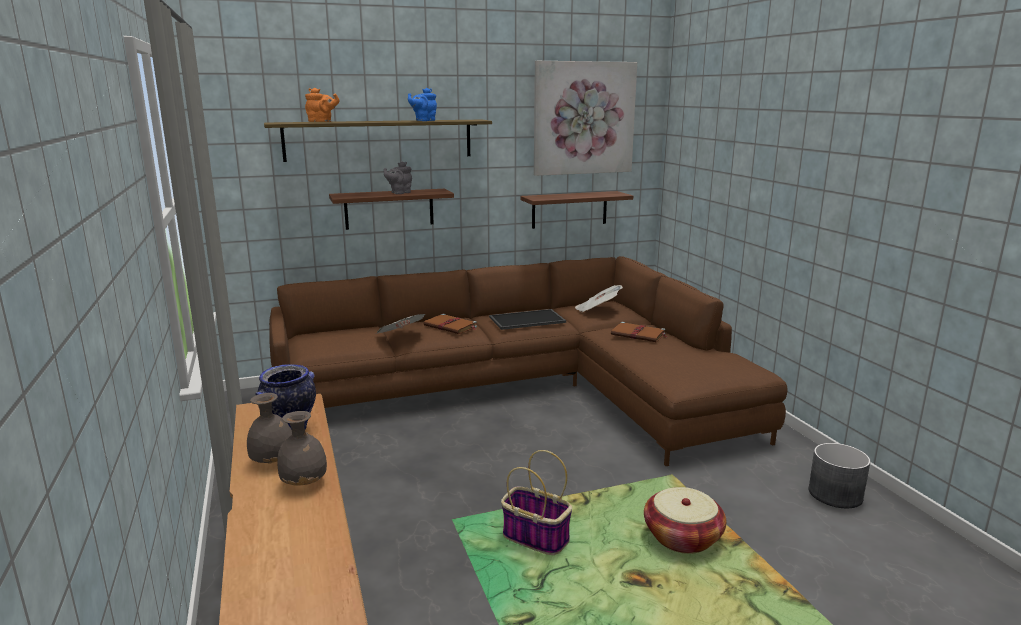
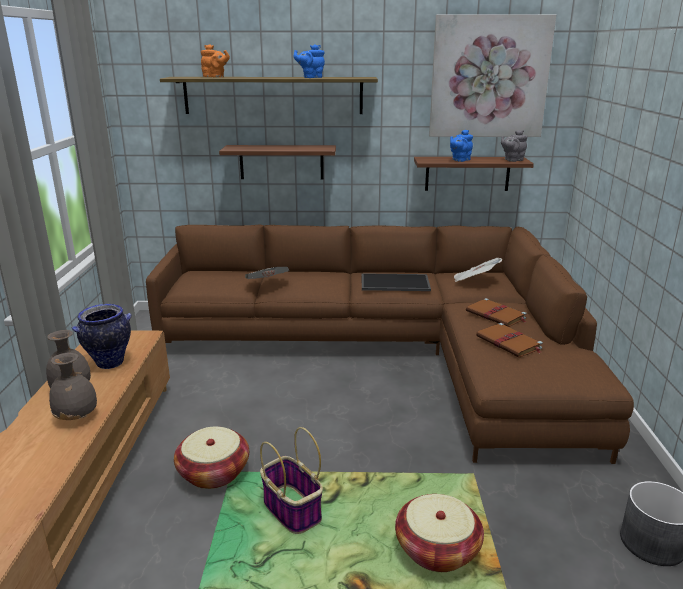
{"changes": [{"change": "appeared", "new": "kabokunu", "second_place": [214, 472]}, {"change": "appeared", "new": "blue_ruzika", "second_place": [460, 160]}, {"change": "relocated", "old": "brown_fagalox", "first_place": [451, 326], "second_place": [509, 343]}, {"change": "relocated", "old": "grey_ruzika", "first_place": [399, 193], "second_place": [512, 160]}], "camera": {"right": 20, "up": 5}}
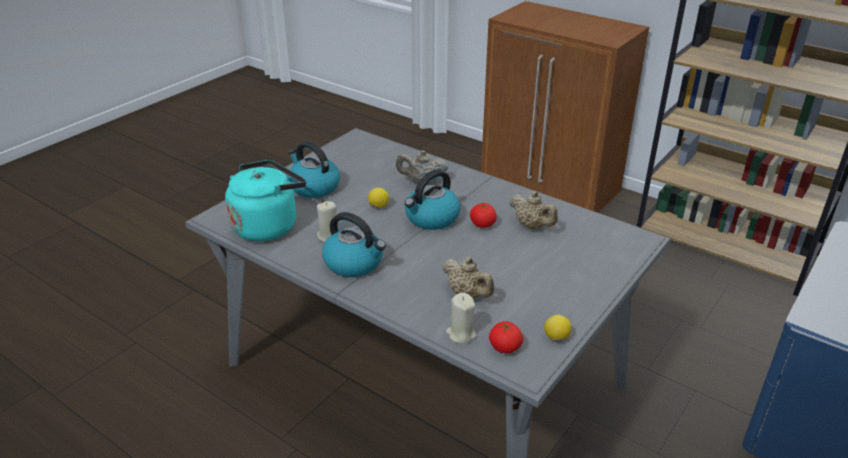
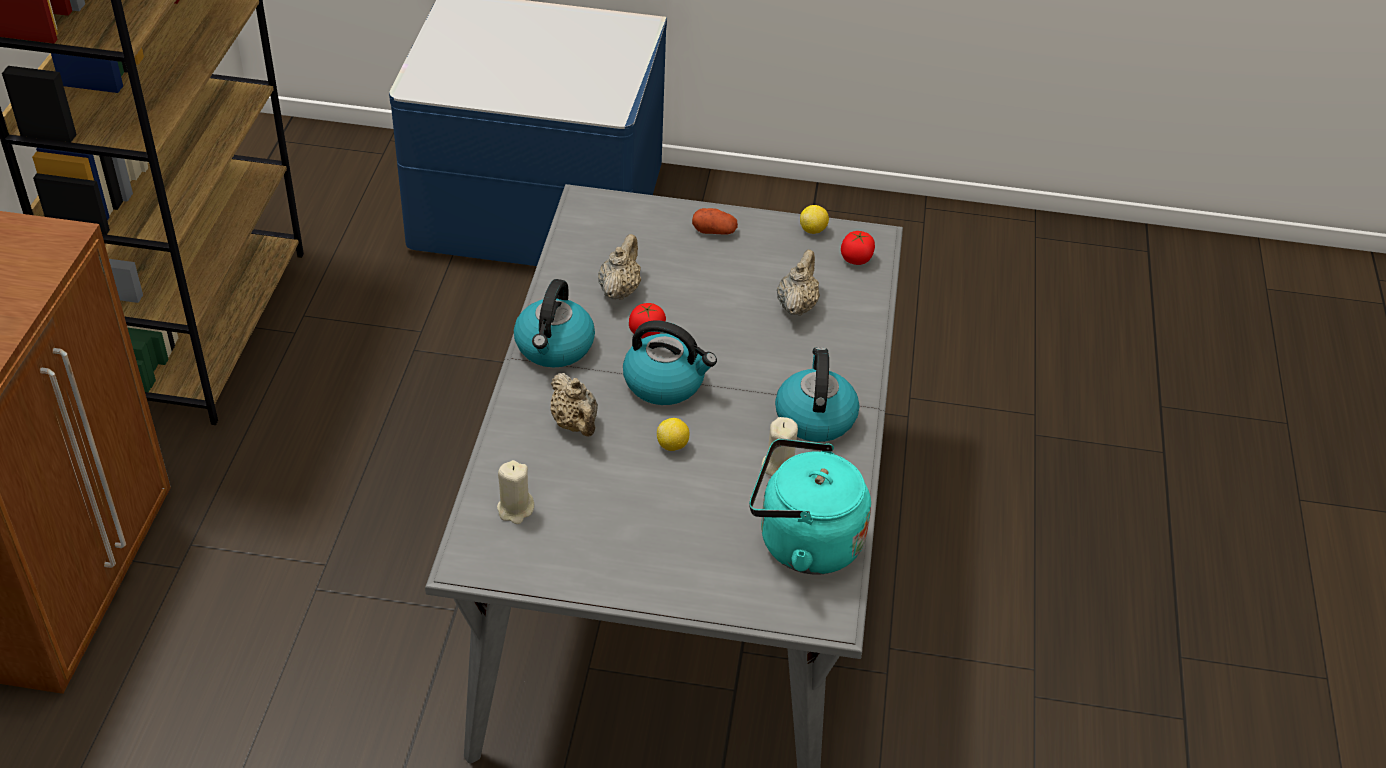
{"changes": [{"change": "relocated", "old": "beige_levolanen", "first_place": [461, 334], "second_place": [515, 509]}, {"change": "relocated", "old": "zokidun", "first_place": [313, 187], "second_place": [554, 347]}, {"change": "appeared", "new": "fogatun", "second_place": [714, 231]}], "camera": {"right": -120, "up": 10}}
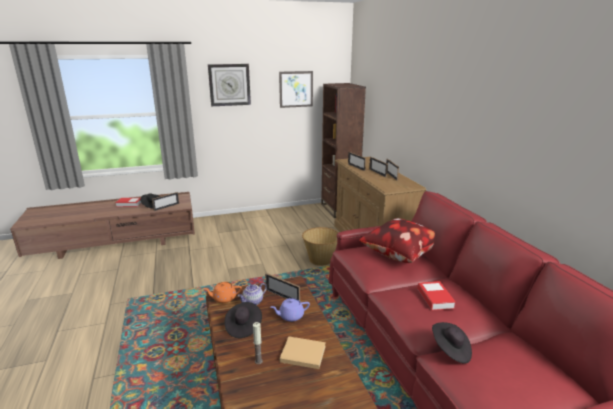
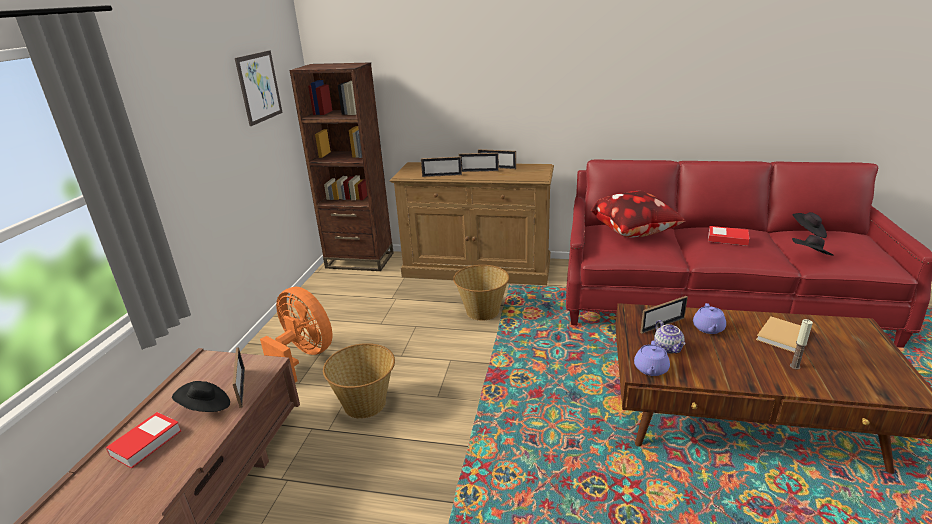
{"changes": [{"change": "appeared", "new": "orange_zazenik", "second_place": [304, 356]}, {"change": "appeared", "new": "kabokunu", "second_place": [365, 403]}, {"change": "colour", "old": "orange_ruzika", "new": "purple_ruzika", "first_place": [224, 298], "second_place": [650, 369]}, {"change": "relocated", "old": "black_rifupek", "first_place": [243, 327], "second_place": [808, 233]}, {"change": "missing", "old": "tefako", "first_place": [229, 85]}], "camera": {"right": -60, "up": 5}}
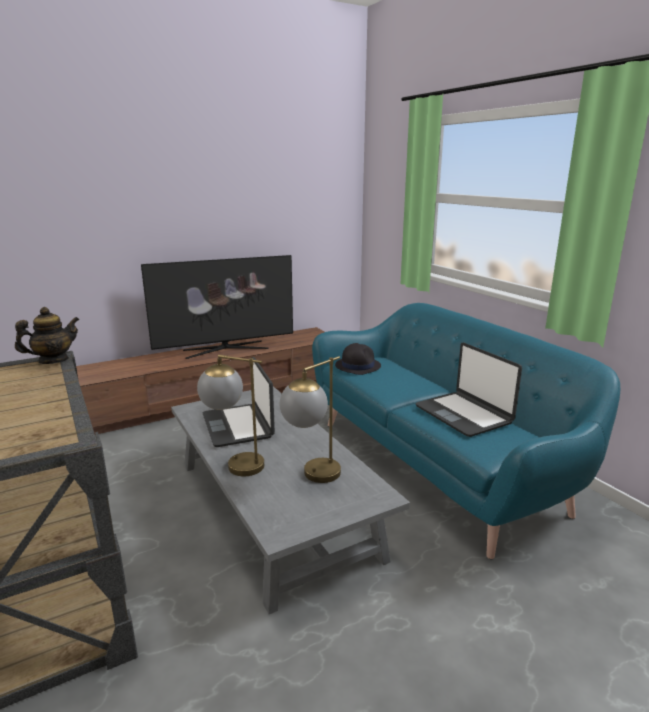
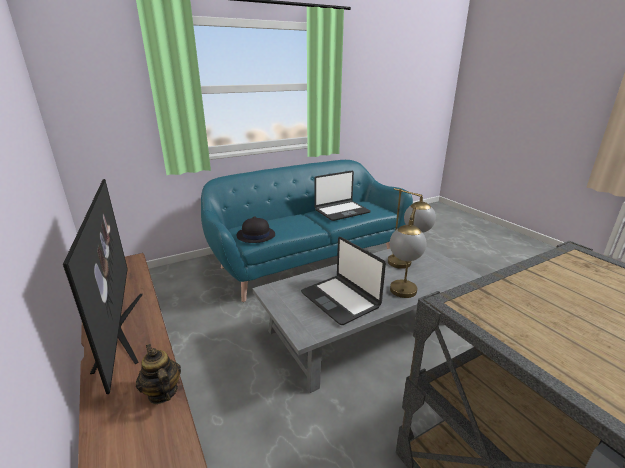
{"changes": [{"change": "relocated", "old": "ruzika", "first_place": [53, 360], "second_place": [162, 392]}, {"change": "spun", "old": "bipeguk", "first_place": [238, 426], "second_place": [340, 299], "degrees": 75}], "camera": {"right": -90, "up": 5}}
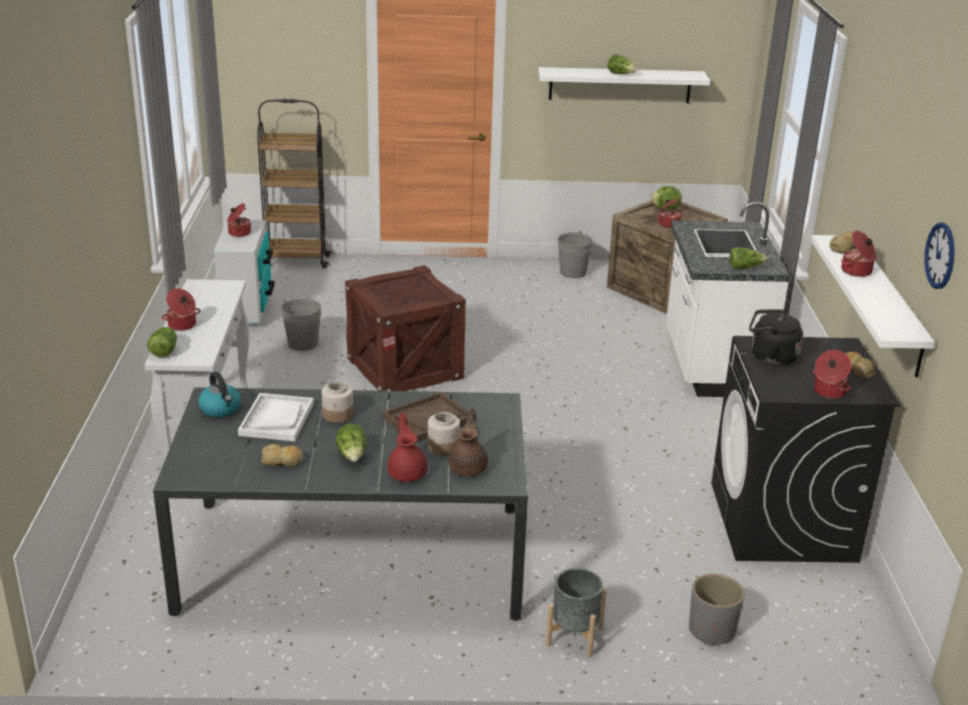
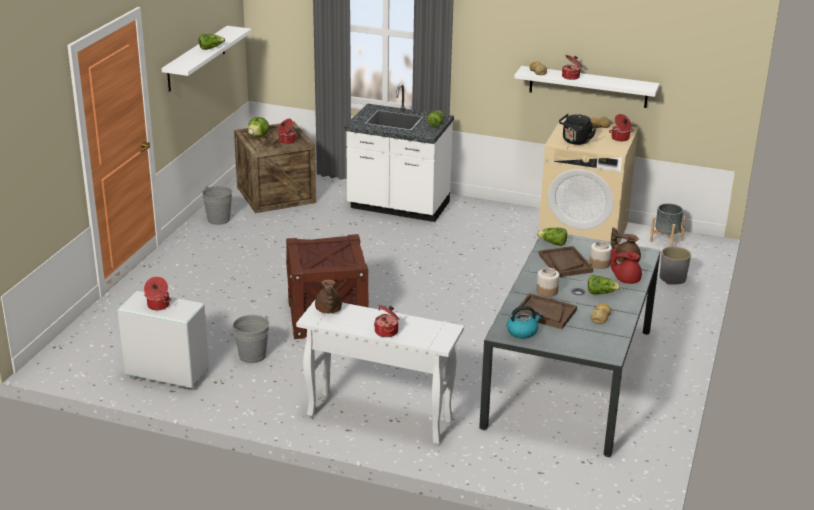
{"changes": [{"change": "appeared", "new": "brown_ruzika", "second_place": [328, 310]}, {"change": "colour", "old": "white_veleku", "new": "brown_veleku", "first_place": [276, 419], "second_place": [545, 313]}, {"change": "relocated", "old": "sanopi", "first_place": [164, 350], "second_place": [552, 243]}, {"change": "colour", "old": "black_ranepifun", "new": "beige_ranepifun", "first_place": [782, 522], "second_place": [583, 234]}, {"change": "relocated", "old": "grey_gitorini", "first_place": [574, 636], "second_place": [666, 240]}, {"change": "missing", "old": "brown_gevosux", "first_place": [297, 261]}, {"change": "missing", "old": "tefako", "first_place": [940, 255]}], "camera": {"right": -70, "up": 0}}
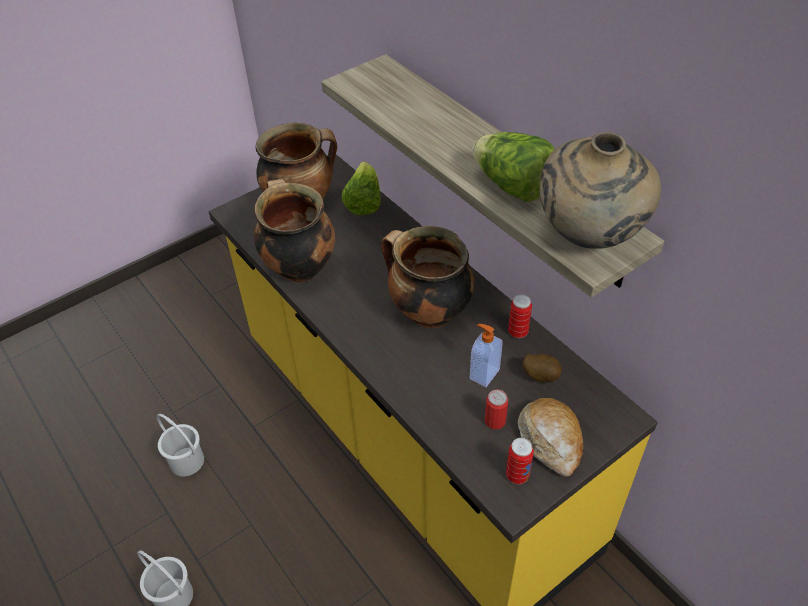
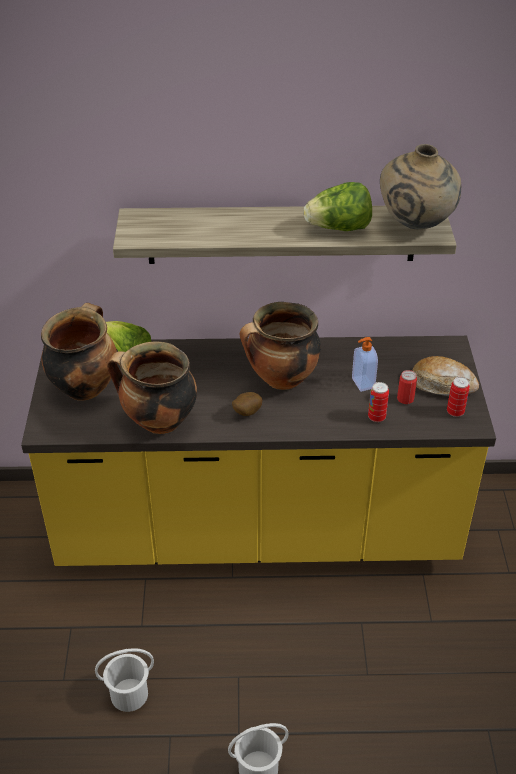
{"changes": [{"change": "relocated", "old": "fogatun", "first_place": [540, 376], "second_place": [246, 412]}, {"change": "relocated", "old": "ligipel", "first_place": [518, 332], "second_place": [376, 417]}], "camera": {"right": -55, "up": -5}}
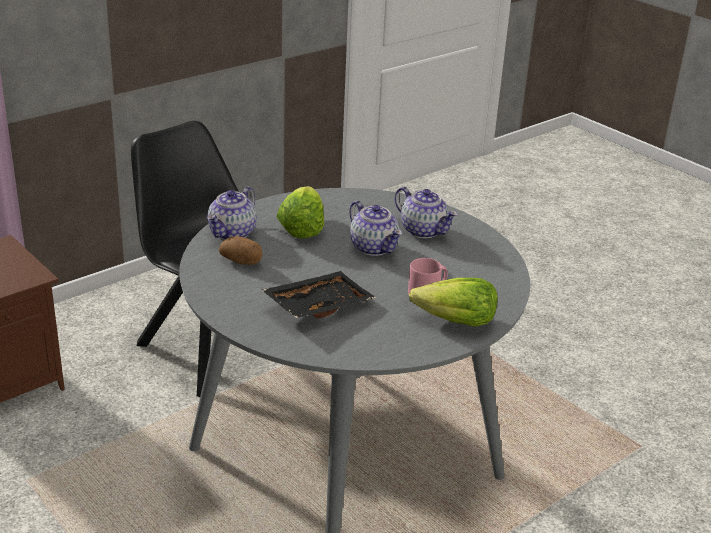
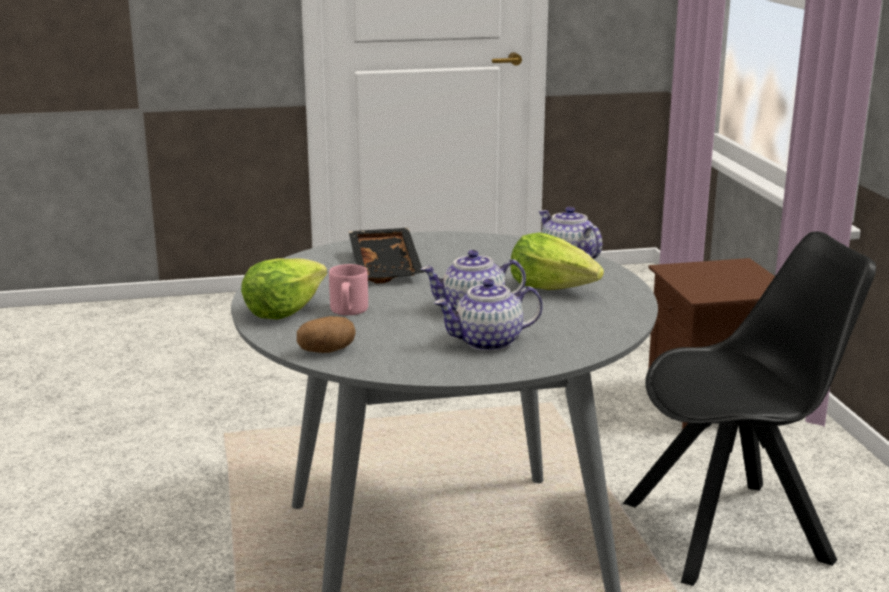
{"changes": [{"change": "relocated", "old": "fogatun", "first_place": [242, 261], "second_place": [327, 350]}], "camera": {"right": 120, "up": -10}}
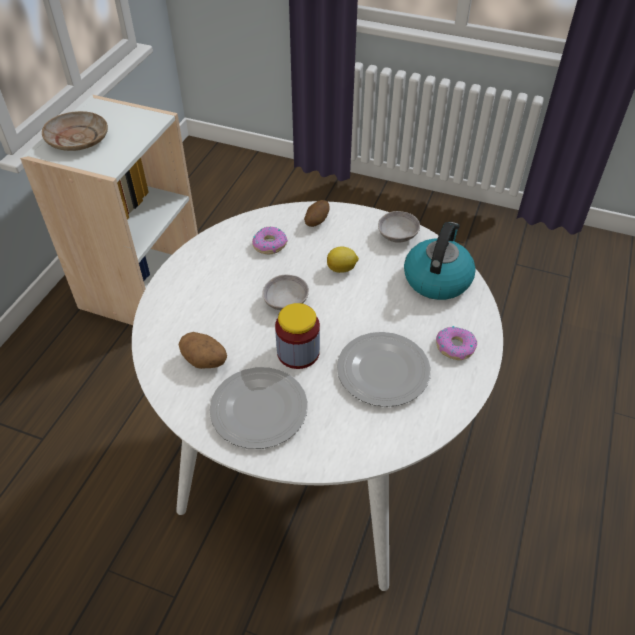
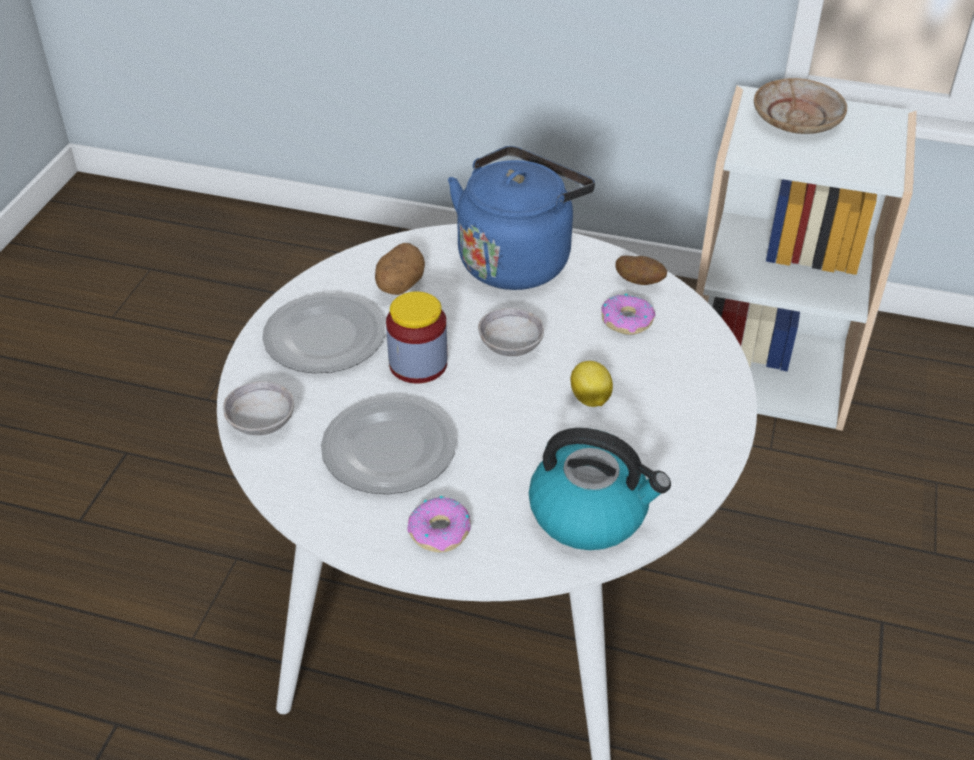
{"changes": [{"change": "relocated", "old": "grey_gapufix", "first_place": [397, 236], "second_place": [261, 422]}, {"change": "appeared", "new": "blue_zokidun", "second_place": [517, 259]}, {"change": "relocated", "old": "fogatun", "first_place": [316, 221], "second_place": [639, 282]}], "camera": {"right": 85, "up": -5}}
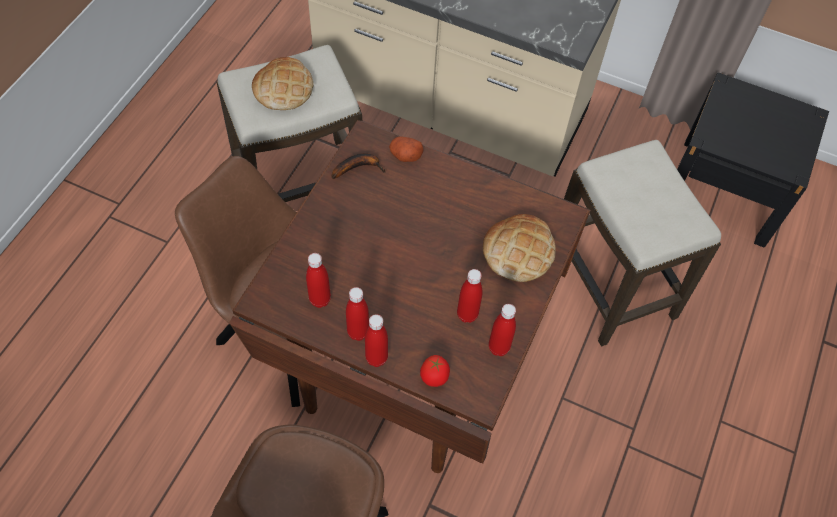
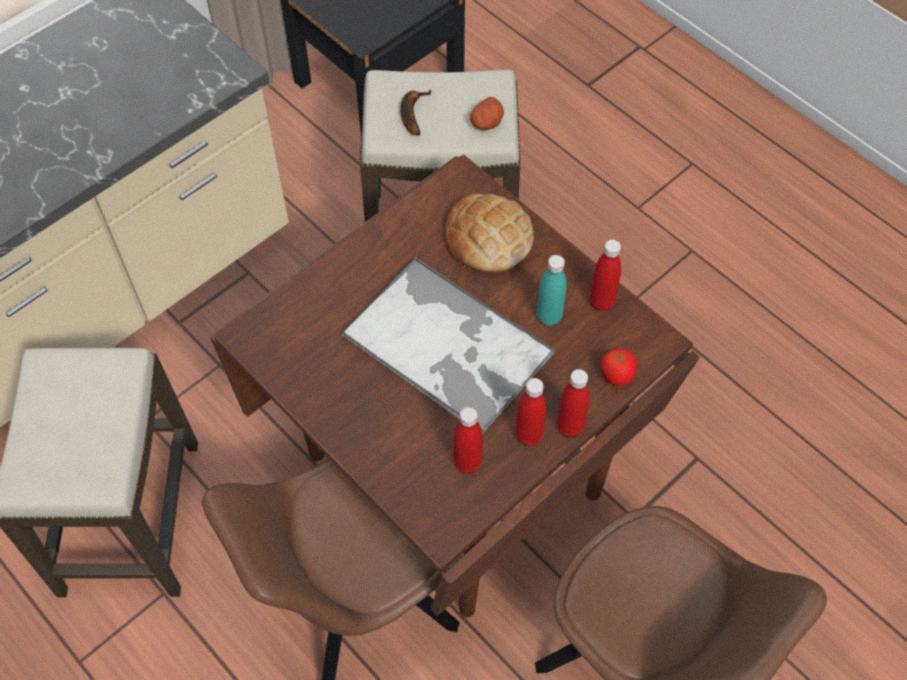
{"changes": [{"change": "appeared", "new": "veleku", "second_place": [449, 346]}, {"change": "relocated", "old": "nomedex", "first_place": [358, 167], "second_place": [412, 113]}, {"change": "relocated", "old": "fogatun", "first_place": [405, 155], "second_place": [487, 123]}, {"change": "colour", "old": "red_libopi", "new": "turquoise_libopi", "first_place": [467, 314], "second_place": [549, 317]}, {"change": "missing", "old": "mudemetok", "first_place": [283, 88]}], "camera": {"right": -65, "up": 0}}
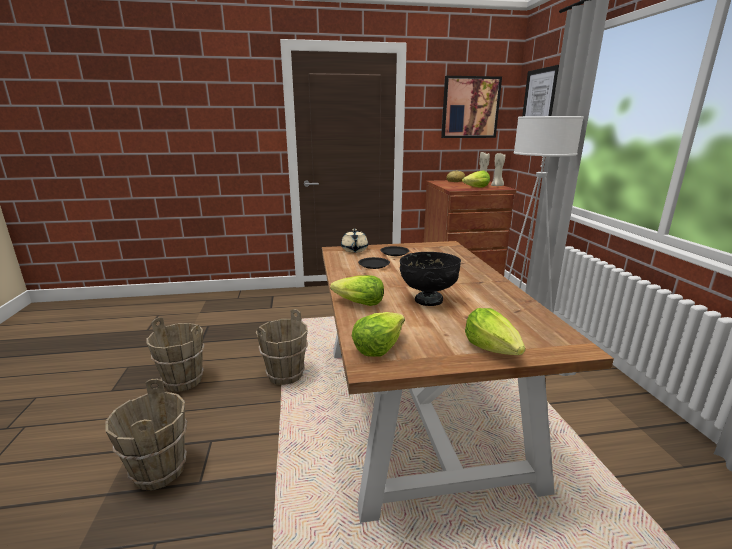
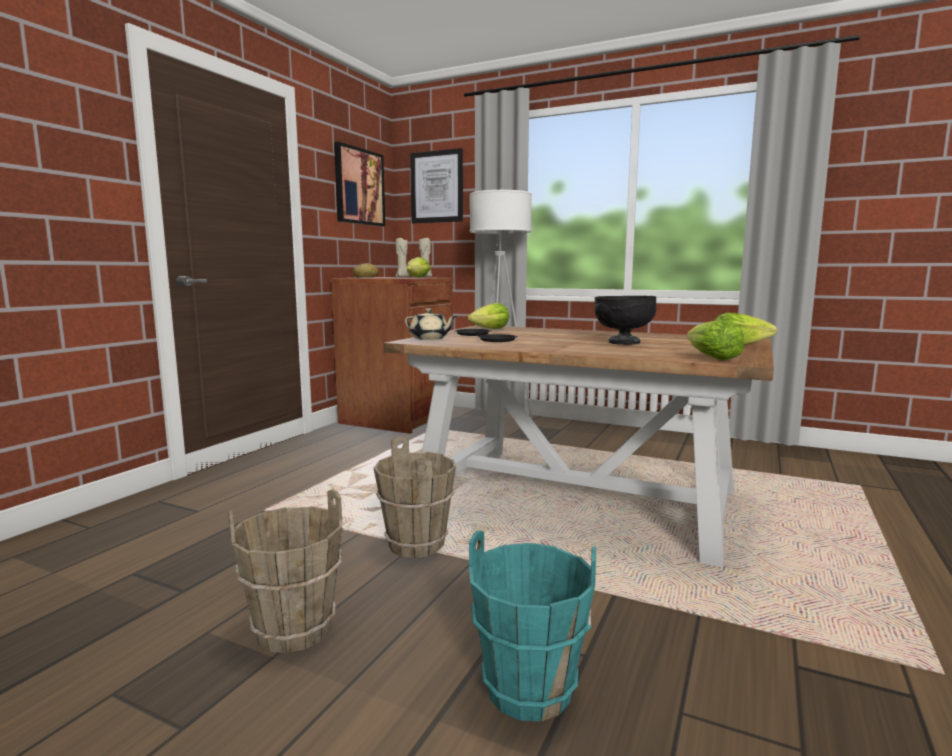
{"changes": [{"change": "relocated", "old": "sanopi", "first_place": [359, 303], "second_place": [490, 329]}, {"change": "colour", "old": "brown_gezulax", "new": "turquoise_gezulax", "first_place": [158, 471], "second_place": [529, 691]}], "camera": {"right": -55, "up": -10}}
